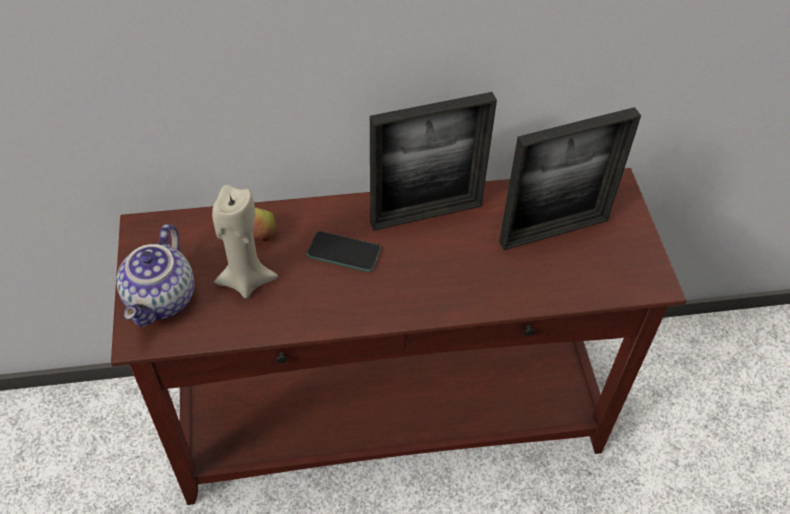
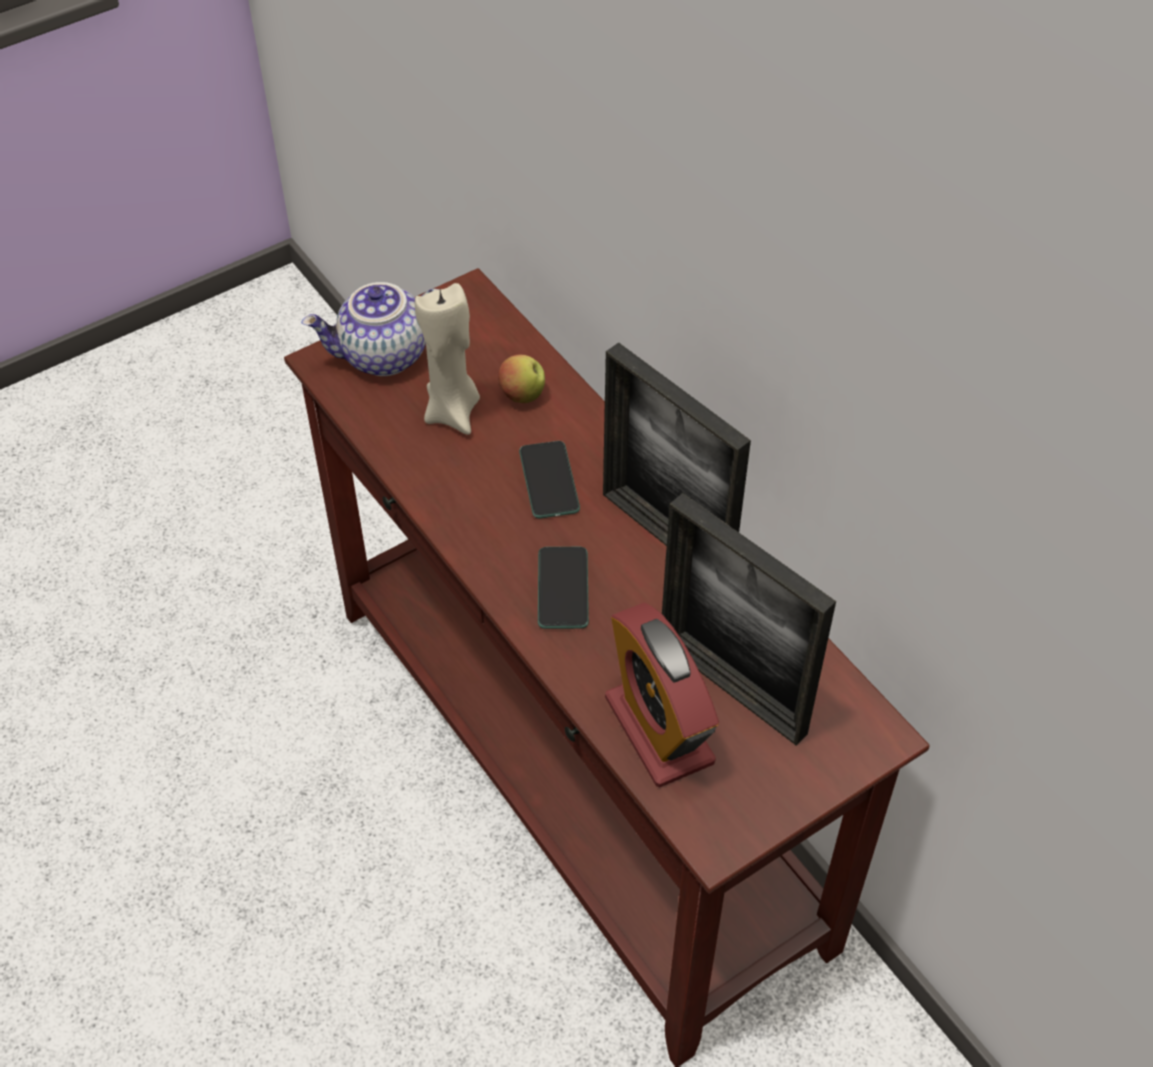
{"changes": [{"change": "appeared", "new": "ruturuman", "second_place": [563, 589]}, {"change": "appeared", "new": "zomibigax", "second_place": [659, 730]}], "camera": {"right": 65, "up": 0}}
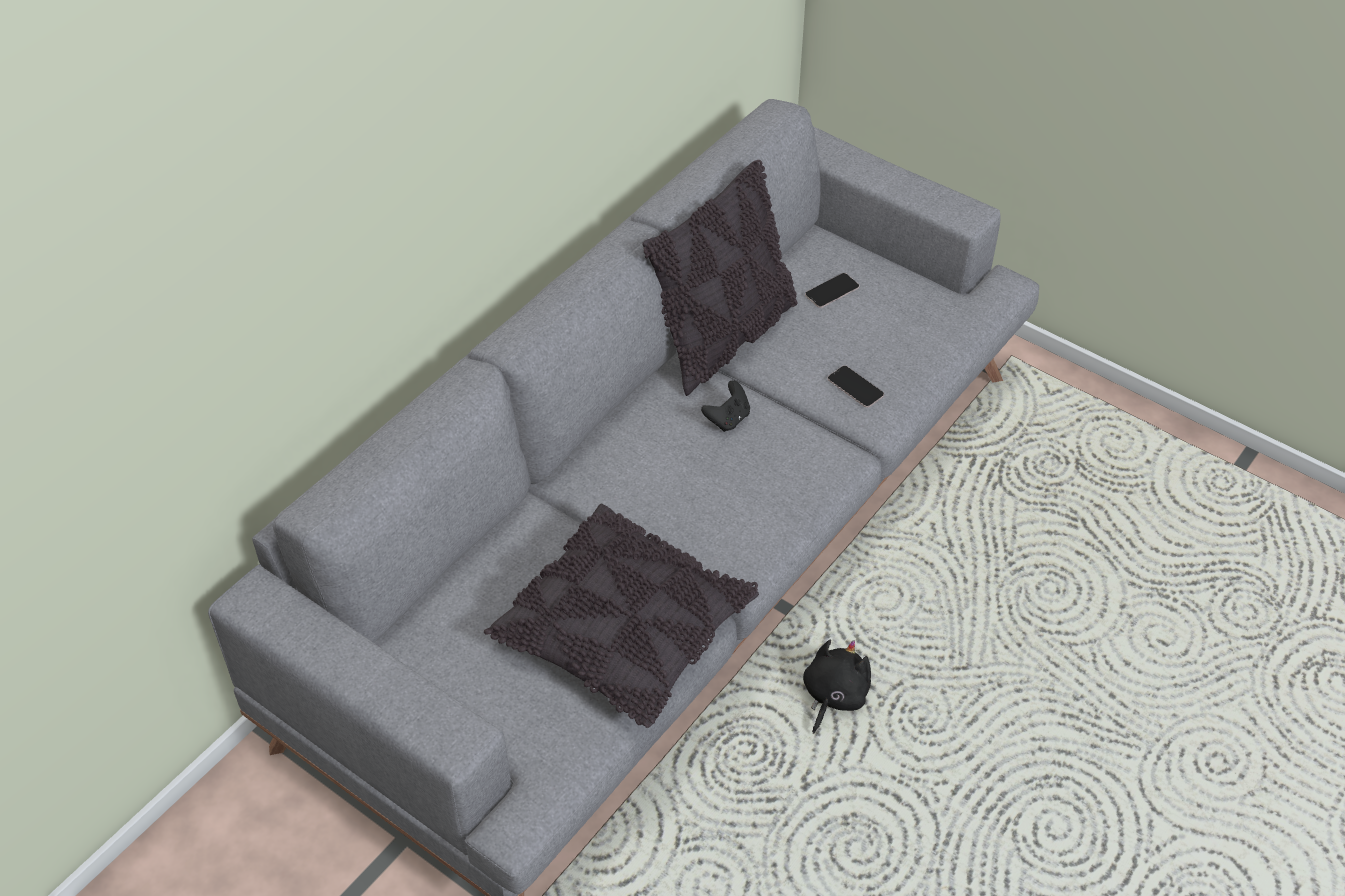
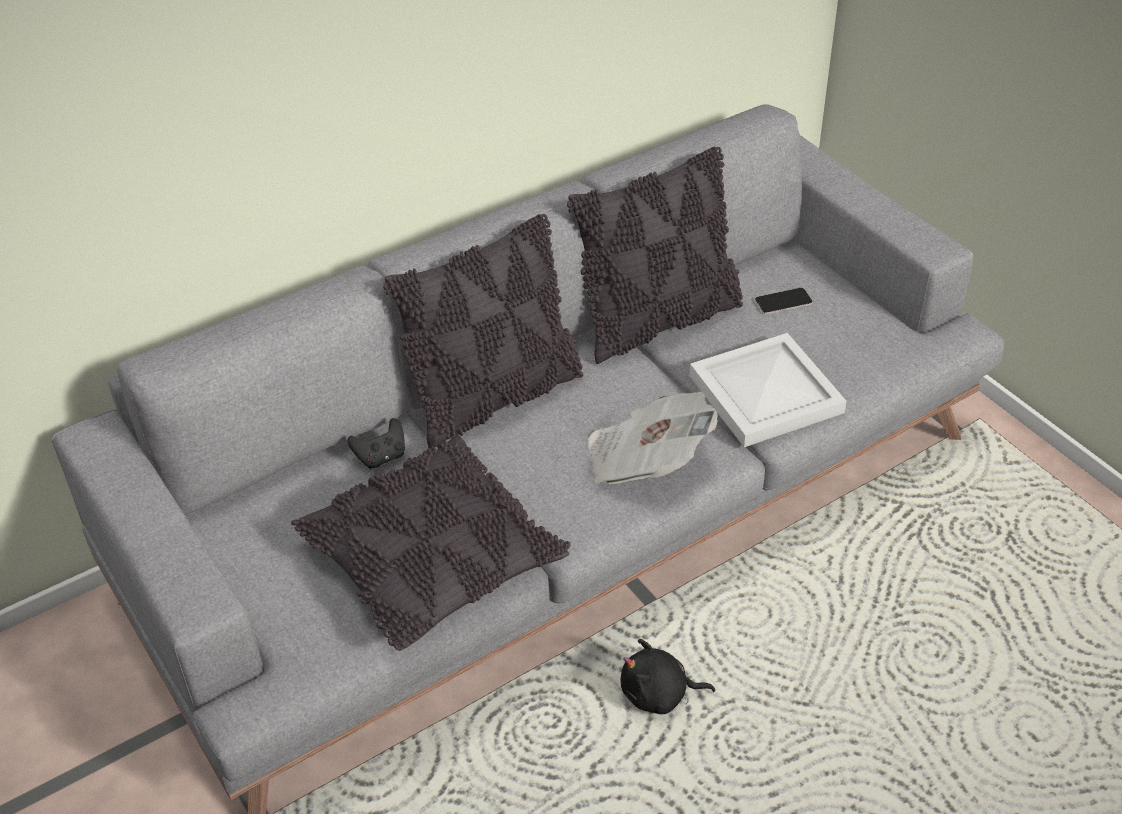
{"changes": [{"change": "relocated", "old": "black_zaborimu", "first_place": [728, 419], "second_place": [381, 457]}, {"change": "appeared", "new": "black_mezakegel", "second_place": [494, 397]}, {"change": "appeared", "new": "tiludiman", "second_place": [646, 462]}, {"change": "spun", "old": "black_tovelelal", "first_place": [833, 695], "second_place": [659, 694], "degrees": -135}, {"change": "exchanged", "old": "ruturuman", "new": "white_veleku", "first_place": [855, 387], "second_place": [766, 392]}], "camera": {"right": 20, "up": -5}}
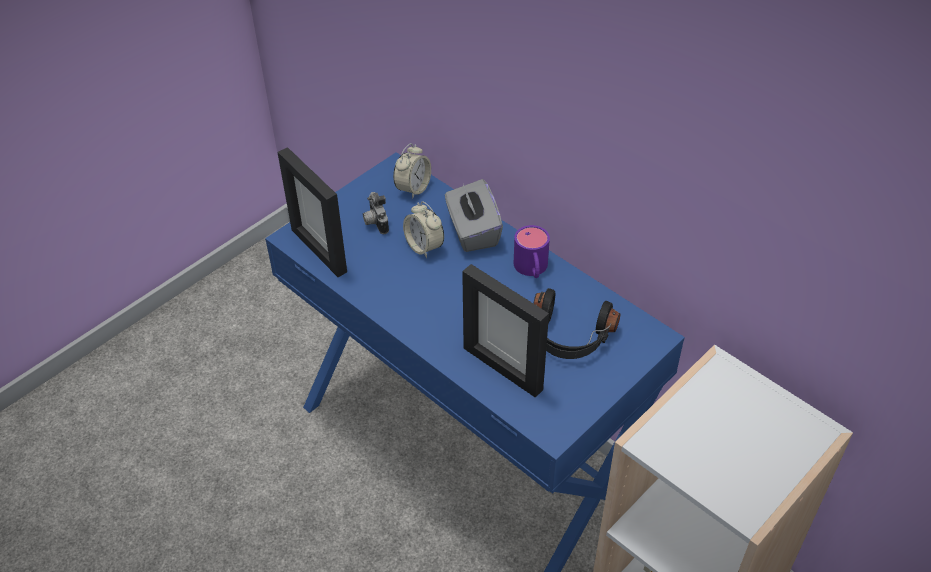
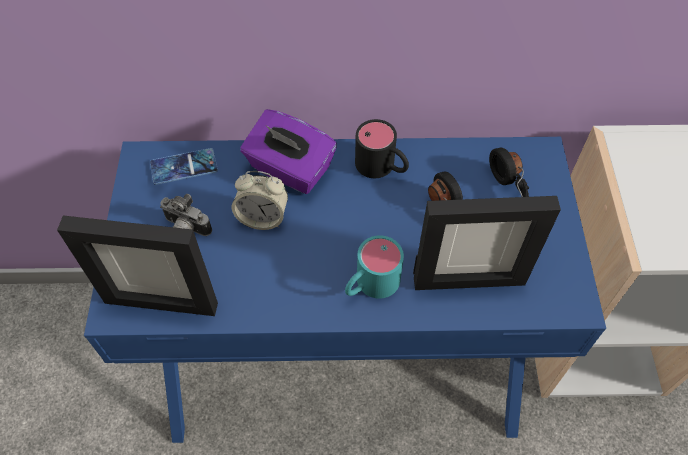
{"changes": [{"change": "exchanged", "old": "zomibigax", "new": "ruturuman", "first_place": [413, 188], "second_place": [184, 166]}, {"change": "colour", "old": "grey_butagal", "new": "purple_butagal", "first_place": [472, 231], "second_place": [290, 169]}, {"change": "appeared", "new": "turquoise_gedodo", "second_place": [370, 285]}, {"change": "colour", "old": "purple_gedodo", "new": "black_gedodo", "first_place": [532, 269], "second_place": [382, 167]}], "camera": {"right": -45, "up": 10}}
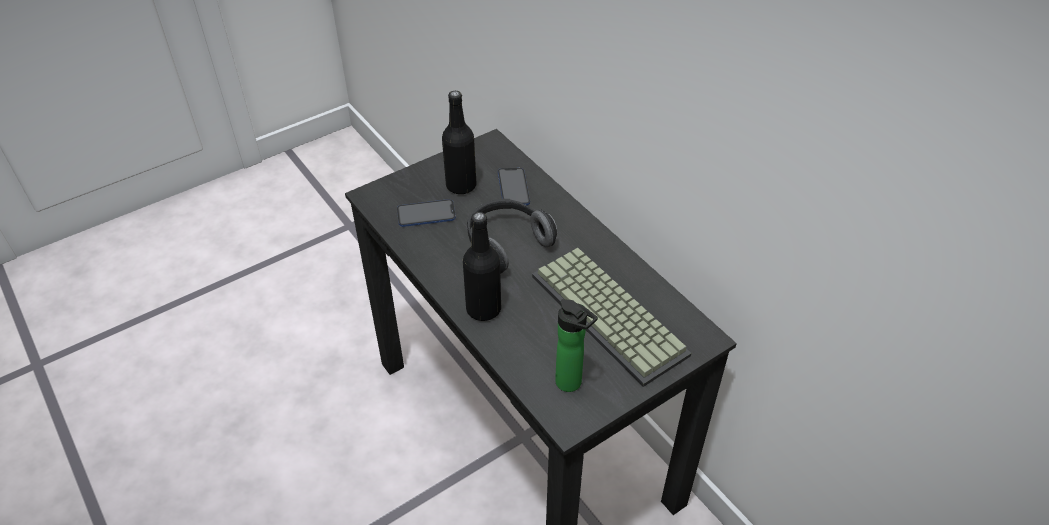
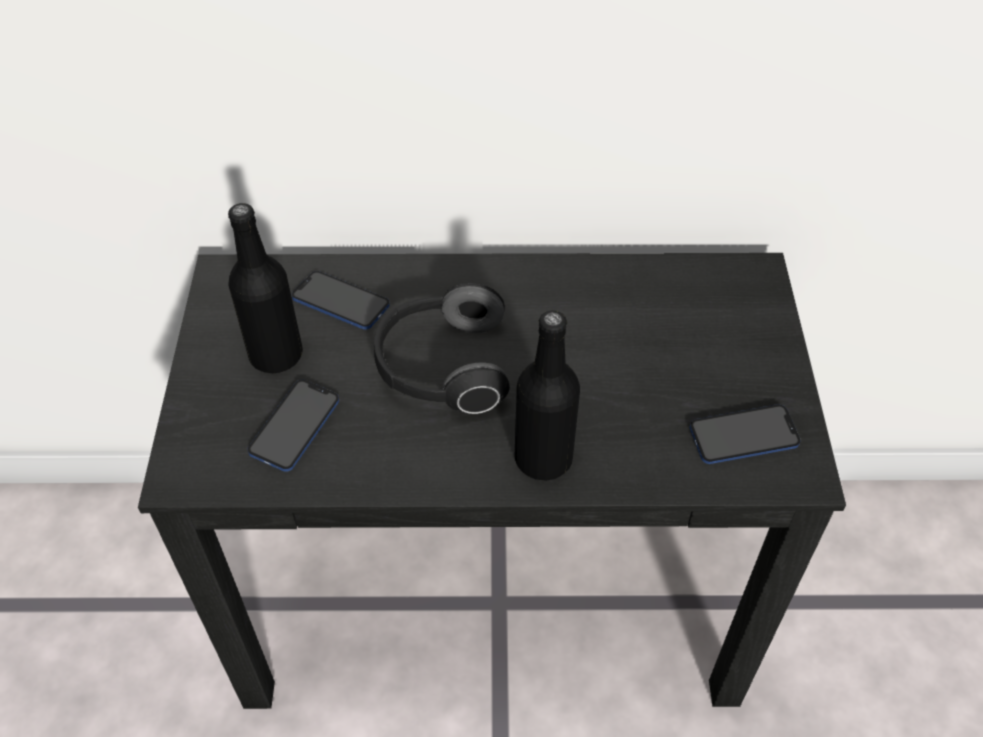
{"changes": [{"change": "exchanged", "old": "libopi", "new": "ruturuman", "first_place": [571, 384], "second_place": [743, 436]}, {"change": "missing", "old": "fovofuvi", "first_place": [611, 314]}], "camera": {"right": -55, "up": 5}}
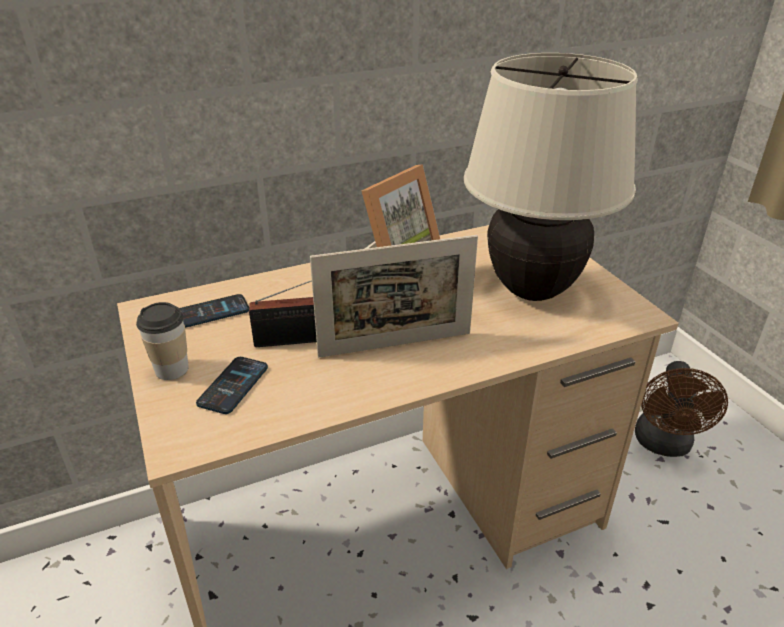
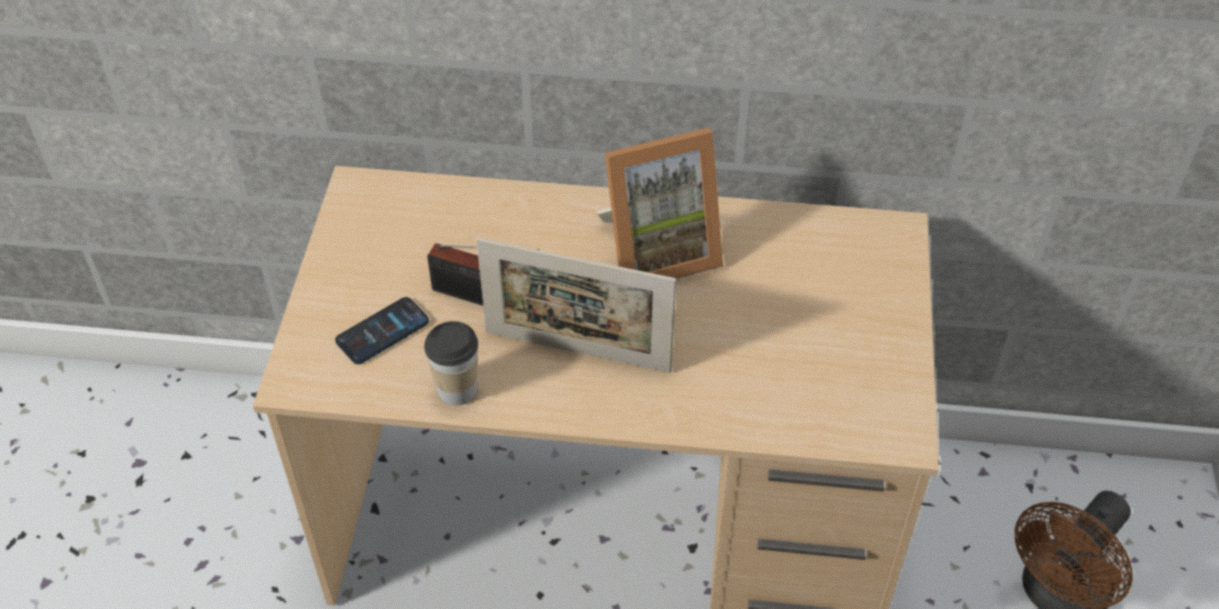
{"changes": [{"change": "relocated", "old": "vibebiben", "first_place": [172, 369], "second_place": [457, 389]}, {"change": "missing", "old": "ruturuman", "first_place": [212, 312]}, {"change": "missing", "old": "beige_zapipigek", "first_place": [532, 291]}], "camera": {"right": 30, "up": 15}}
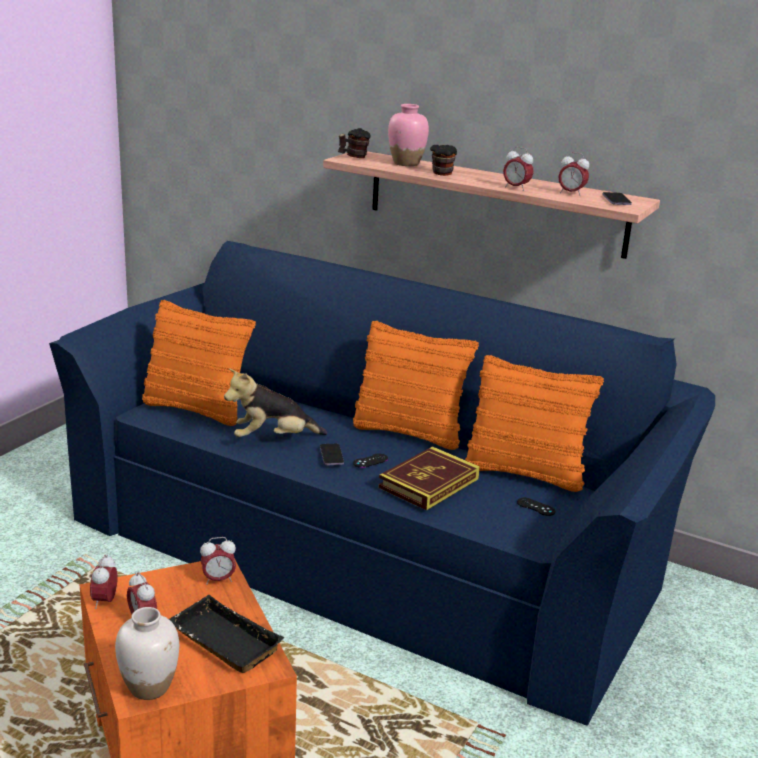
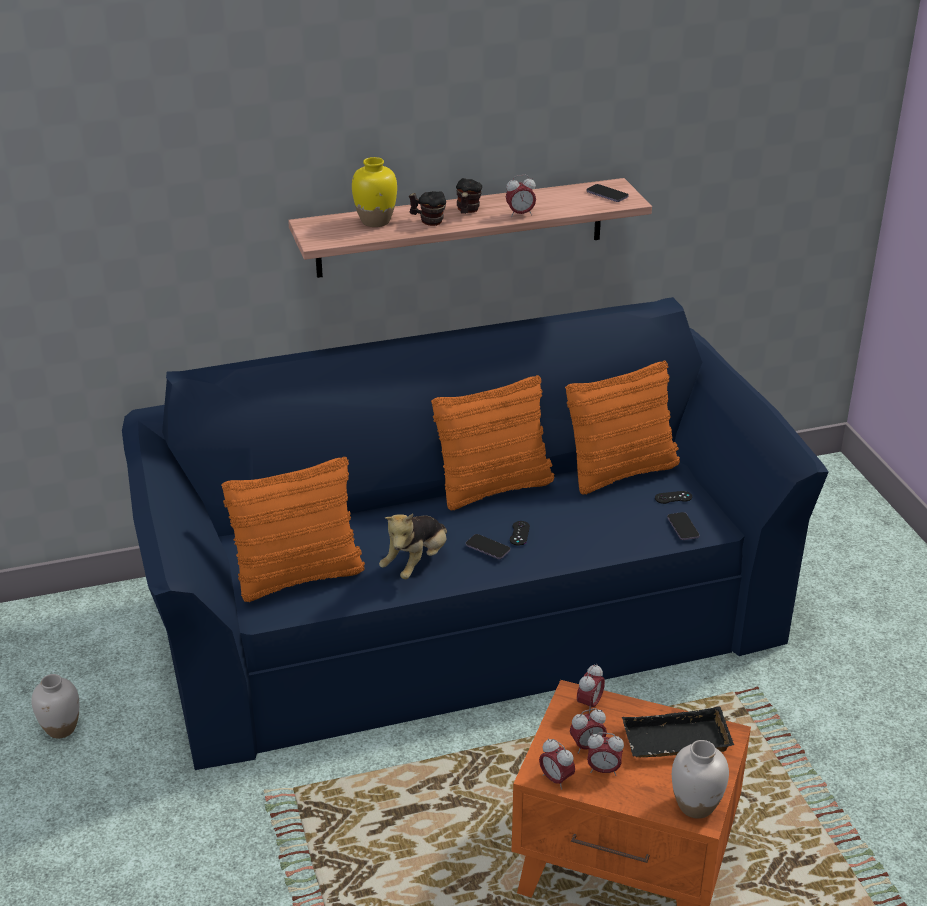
{"changes": [{"change": "appeared", "new": "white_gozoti", "second_place": [61, 728]}, {"change": "colour", "old": "pink_gozoti", "new": "yellow_gozoti", "first_place": [406, 163], "second_place": [375, 221]}, {"change": "relocated", "old": "gedodo", "first_place": [353, 157], "second_place": [467, 211]}, {"change": "relocated", "old": "zomibigax", "first_place": [571, 193], "second_place": [587, 746]}, {"change": "appeared", "new": "ruturuman", "second_place": [683, 527]}, {"change": "missing", "old": "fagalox", "first_place": [429, 483]}], "camera": {"right": -45, "up": 10}}
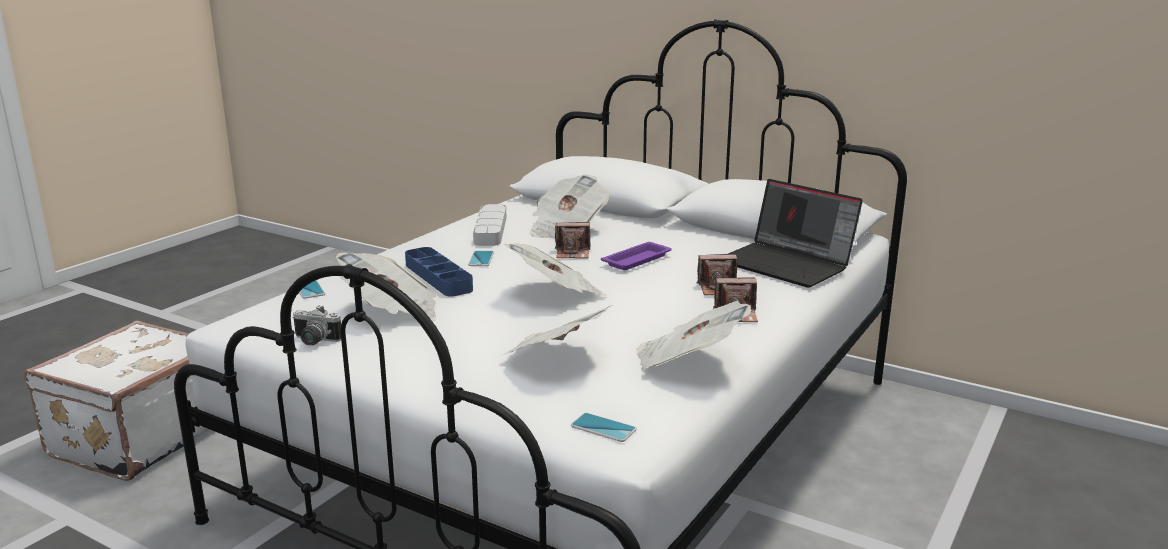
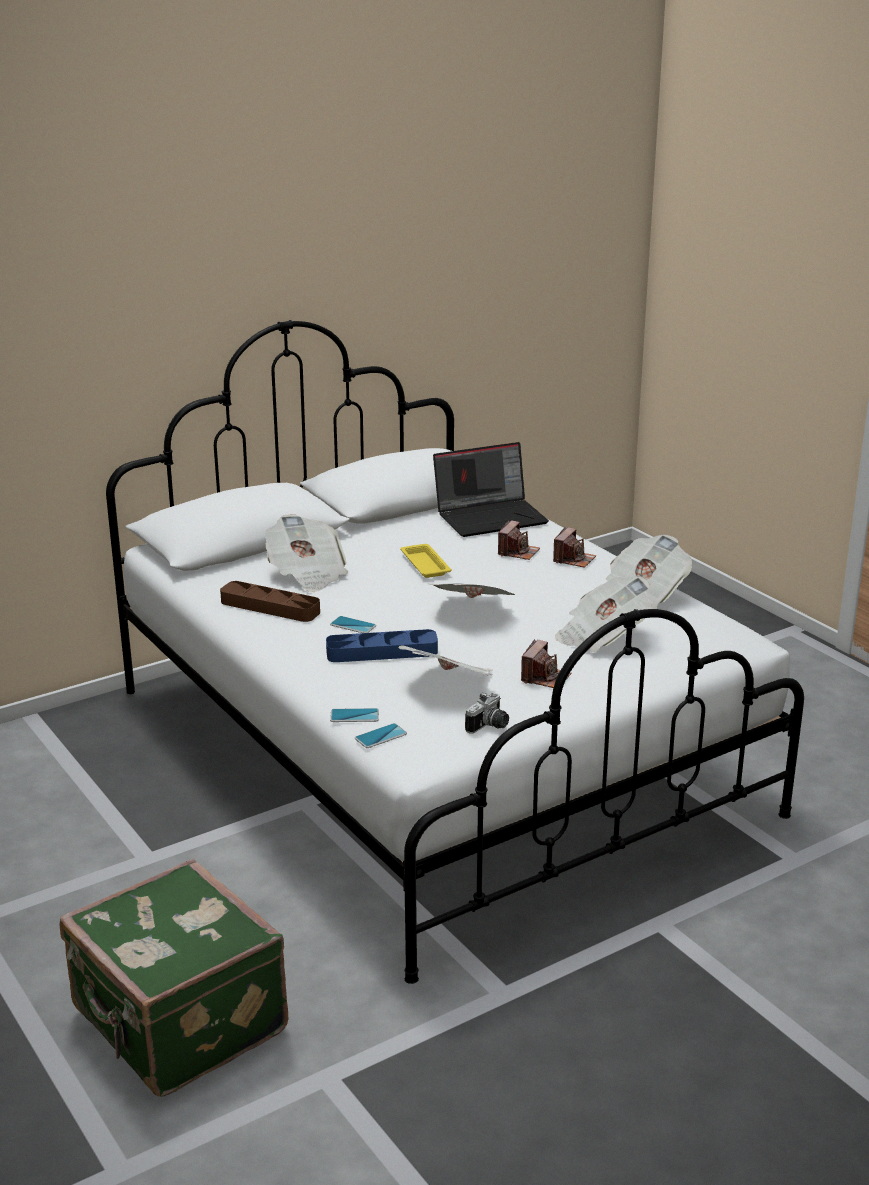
{"changes": [{"change": "colour", "old": "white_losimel", "new": "green_losimel", "first_place": [137, 438], "second_place": [177, 1024]}, {"change": "colour", "old": "grey_veleku", "new": "brown_veleku", "first_place": [490, 230], "second_place": [270, 607]}, {"change": "relocated", "old": "ruturuman", "first_place": [603, 428], "second_place": [381, 736]}, {"change": "colour", "old": "purple_veleku", "new": "yellow_veleku", "first_place": [637, 260], "second_place": [424, 564]}, {"change": "relocated", "old": "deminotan", "first_place": [573, 253], "second_place": [545, 678]}], "camera": {"right": -65, "up": 5}}
